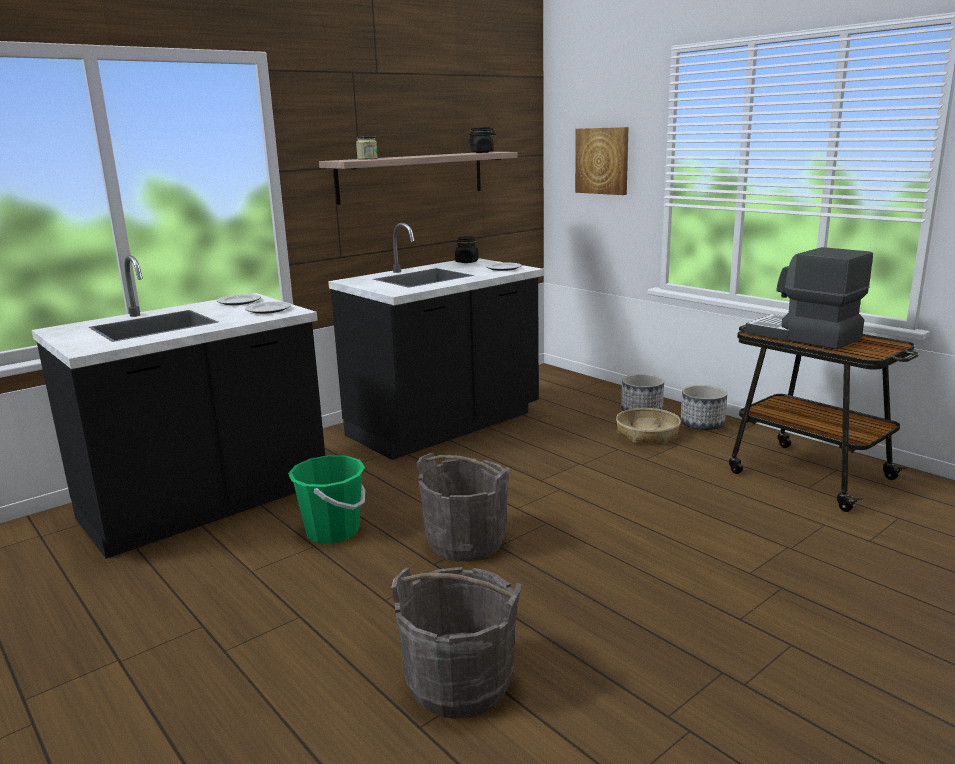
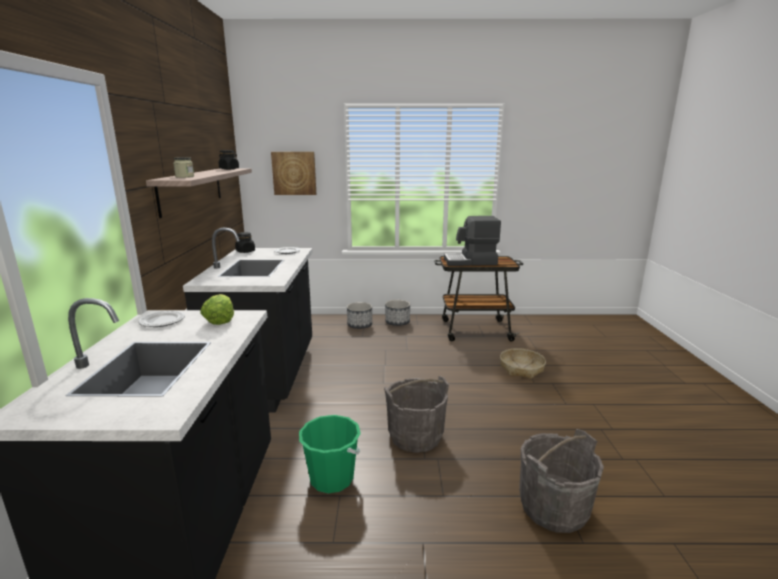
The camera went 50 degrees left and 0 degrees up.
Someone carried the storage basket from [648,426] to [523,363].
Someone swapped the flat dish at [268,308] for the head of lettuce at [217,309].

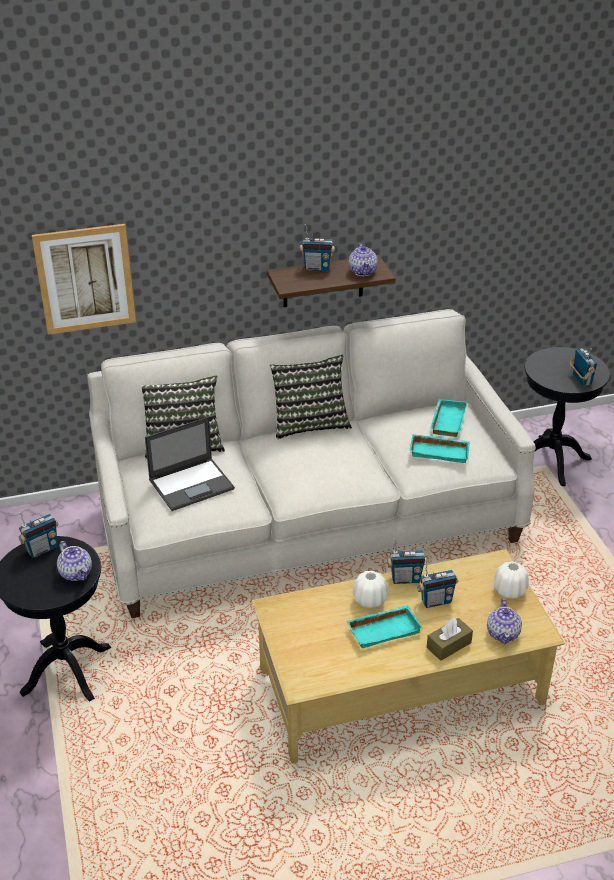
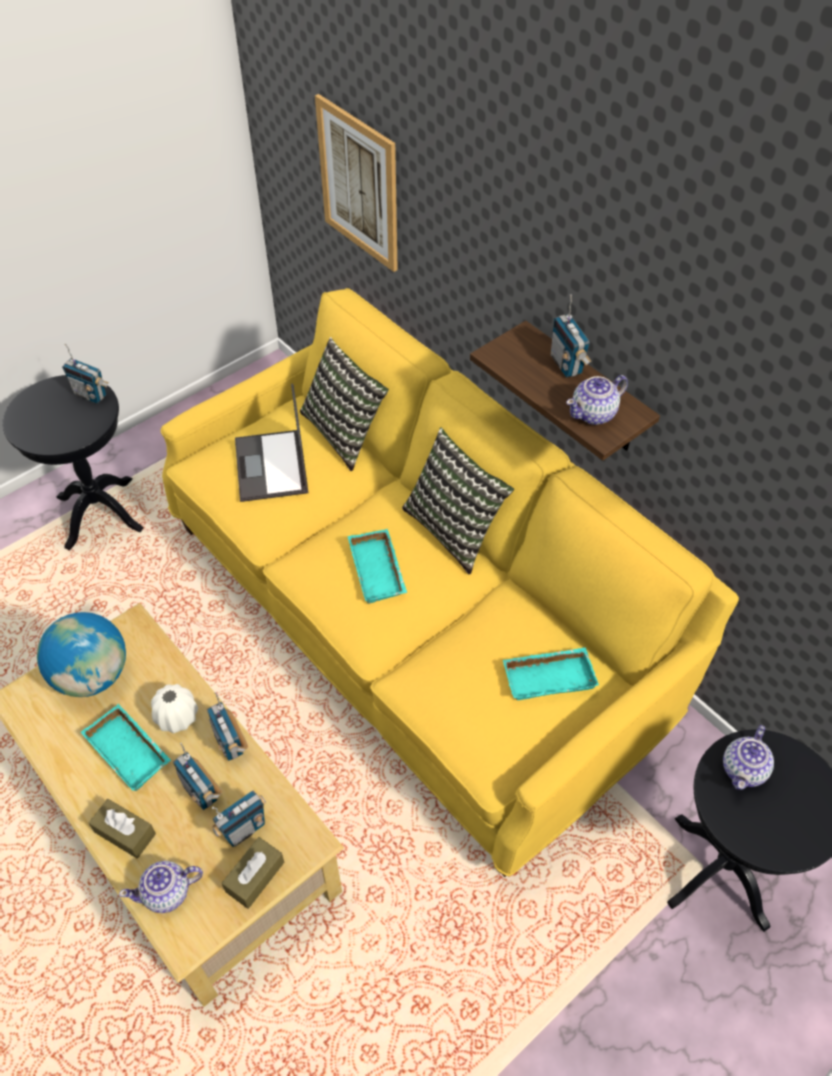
The camera went 65 degrees right and 15 degrees up.
Someone put down the world globe at [81,654].
Someone carried the pot for tea from [74,561] to [748,757].
Someone carried the carrying tray (turquoise) from [440,448] to [377,566].
Someone carried the radio receiver from [583,367] to [239,818].
Someone swapped the flower vase (whitish) at [511,580] for the box of tissues (brownish) at [253,873].
Someone repainted the couch (whitish) at [311,463], which became the couch (yellowish) at [450,582].
Someone rotated the notebook computer at [190,464] by 45 degrees clockwise.

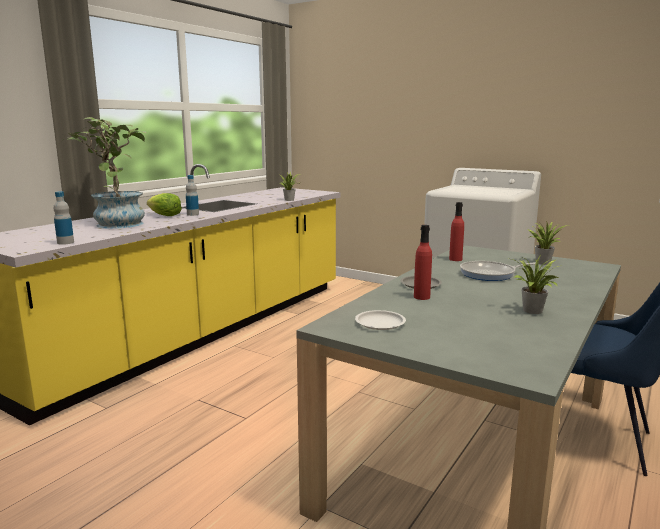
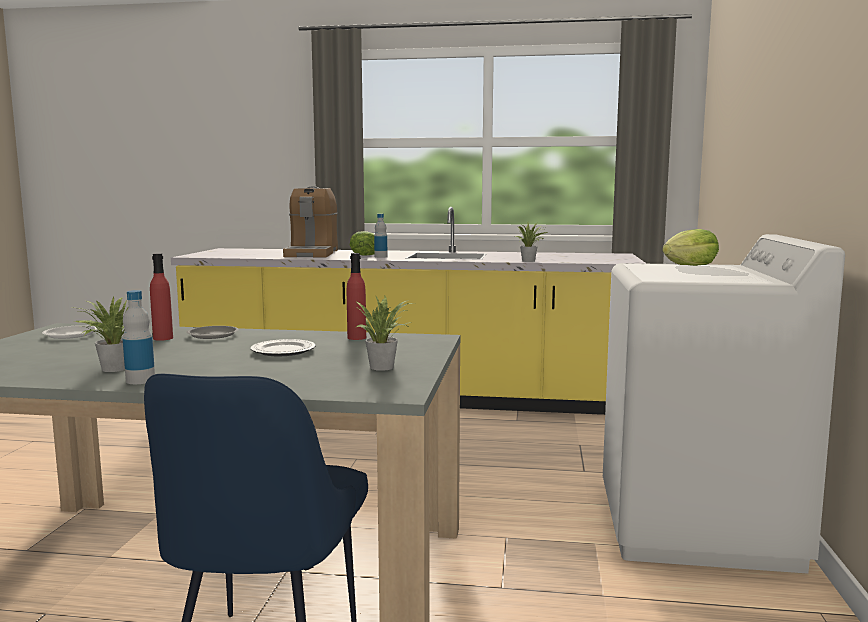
The camera went 65 degrees right and 5 degrees down.
Someone put down the head of lettuce at [690,247].
Someone carried the bottle from [63,218] to [138,337].
Someone swapped the potted plant at [103,173] for the coffee brewer at [310,222].
Someone swapped the frying pan at [497,271] for the flat dish at [283,347].

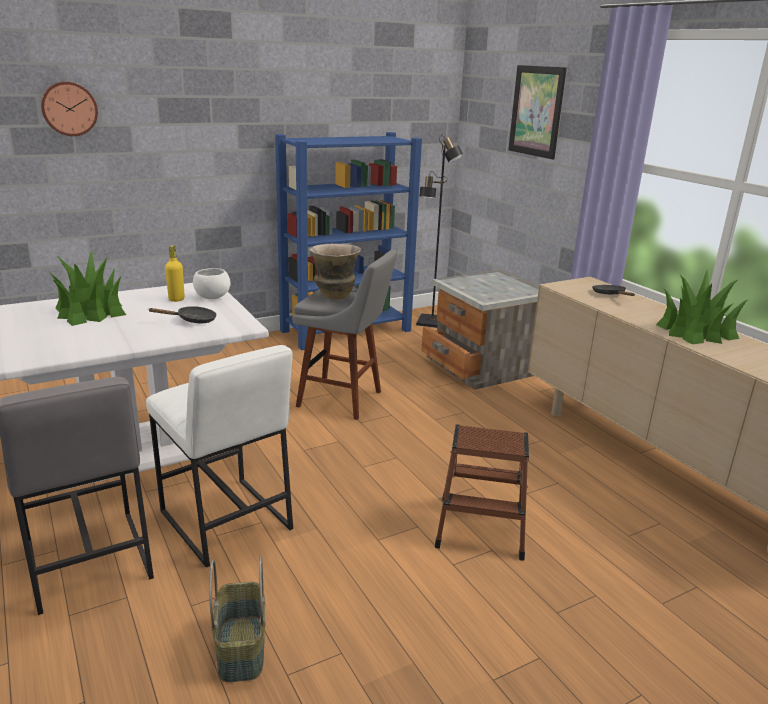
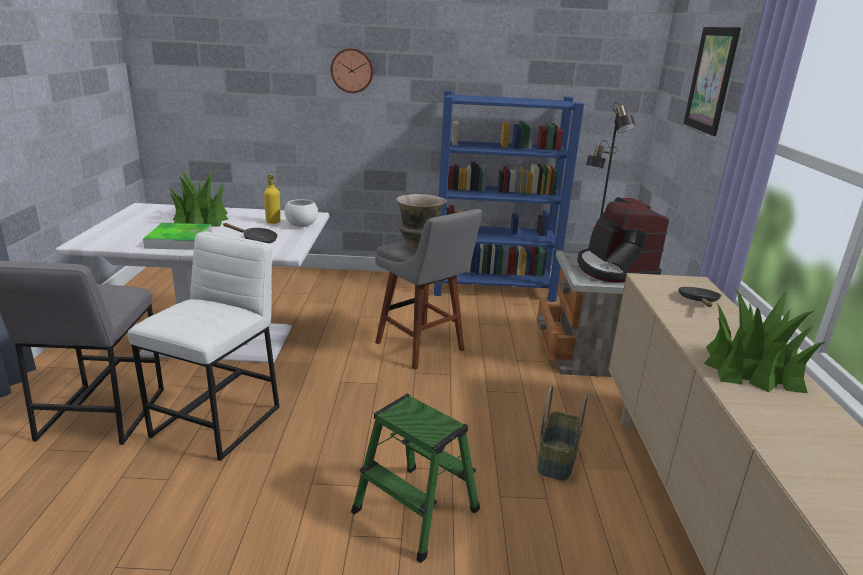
The camera went 30 degrees right and 0 degrees up.
Someone put down the carrying tray at [177,236].
Someone put down the coffee brewer at [623,240].
Someone carried the wall clock from [69,108] to [352,70].
Someone carried the storage basket from [237,619] to [562,433].
Someone repainted the step ladder (brownish) at [482,492], which became the step ladder (green) at [415,478].
Someone rotated the upright chair (whitish) at [219,456] by 150 degrees counterclockwise.

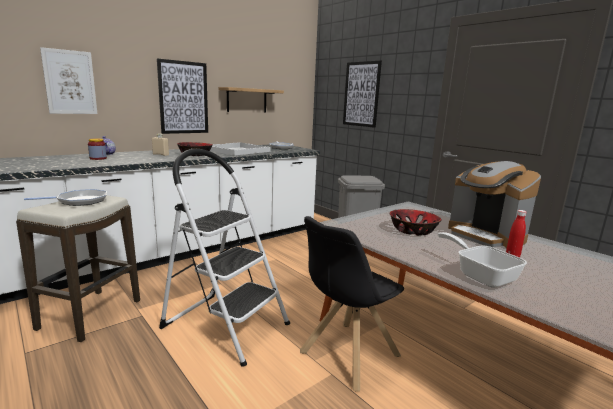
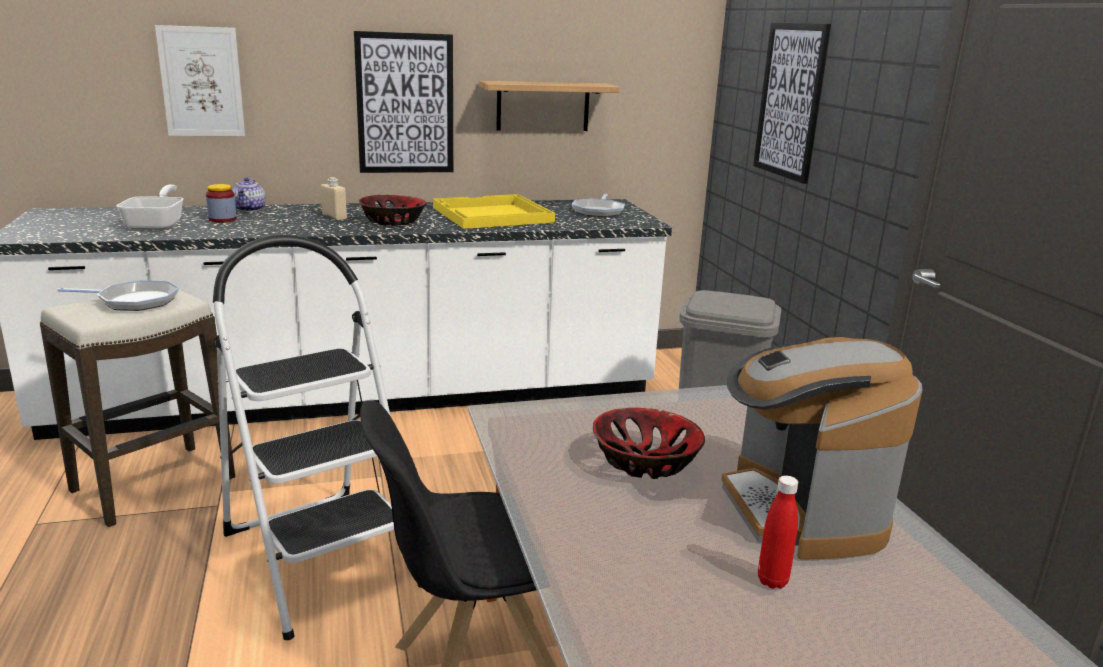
The camera went 25 degrees right and 5 degrees up.
Someone carried the frying pan from [482,259] to [149,207].
Someone repainted the carrying tray (whitish) at [240,149], which became the carrying tray (yellowish) at [494,211].

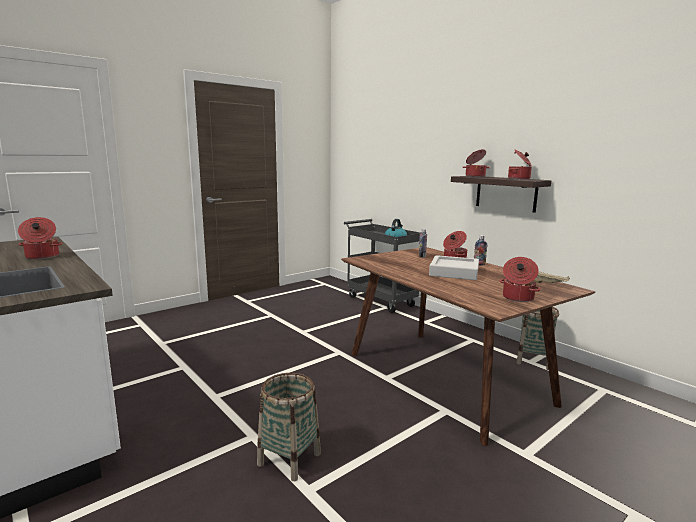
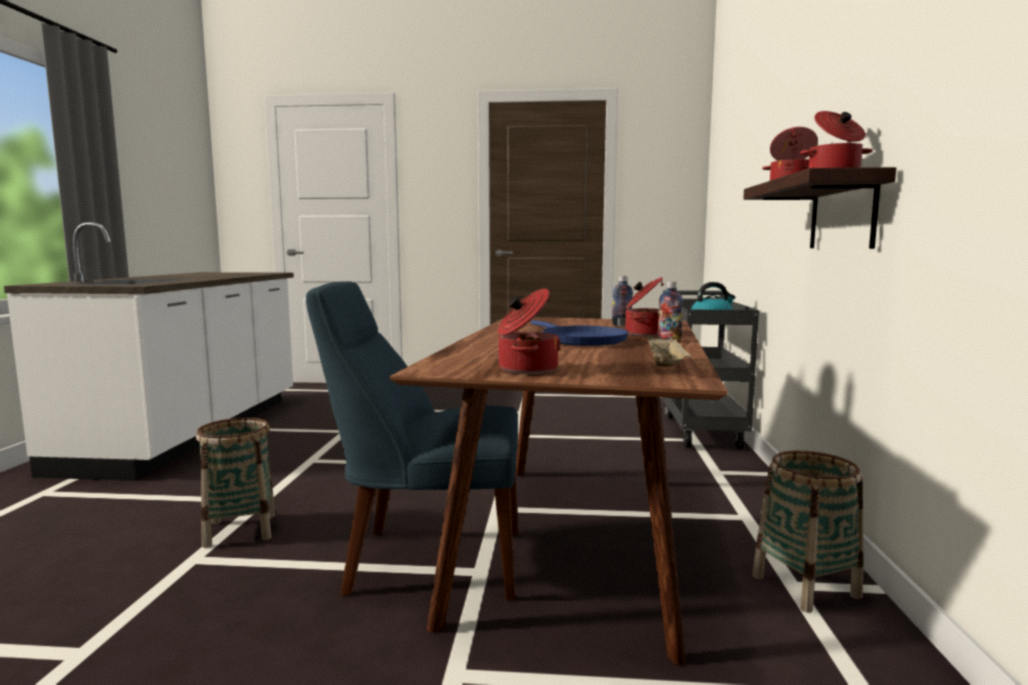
The camera went 45 degrees right and 5 degrees down.
Someone took away the cooking pot at [40,238].
Someone put down the upright chair (blue) at [412,440].
Someone swapped the carrying tray (gray) at [454,267] for the frying pan (blue) at [580,333].

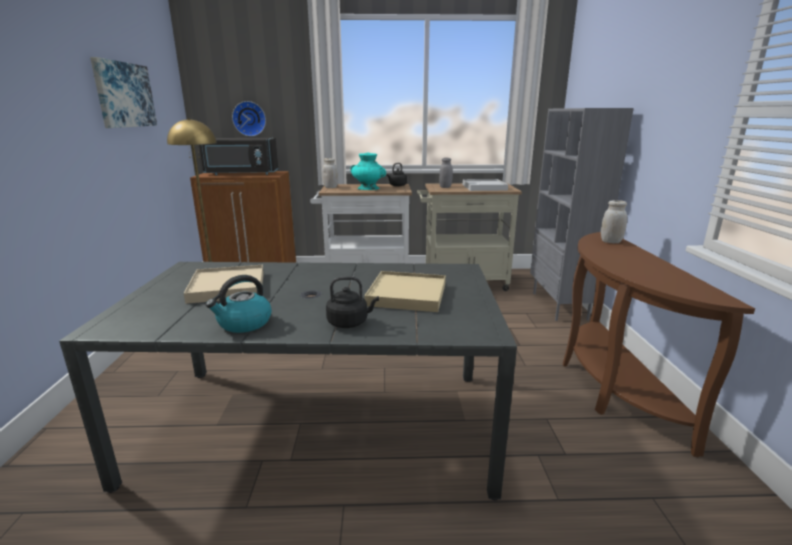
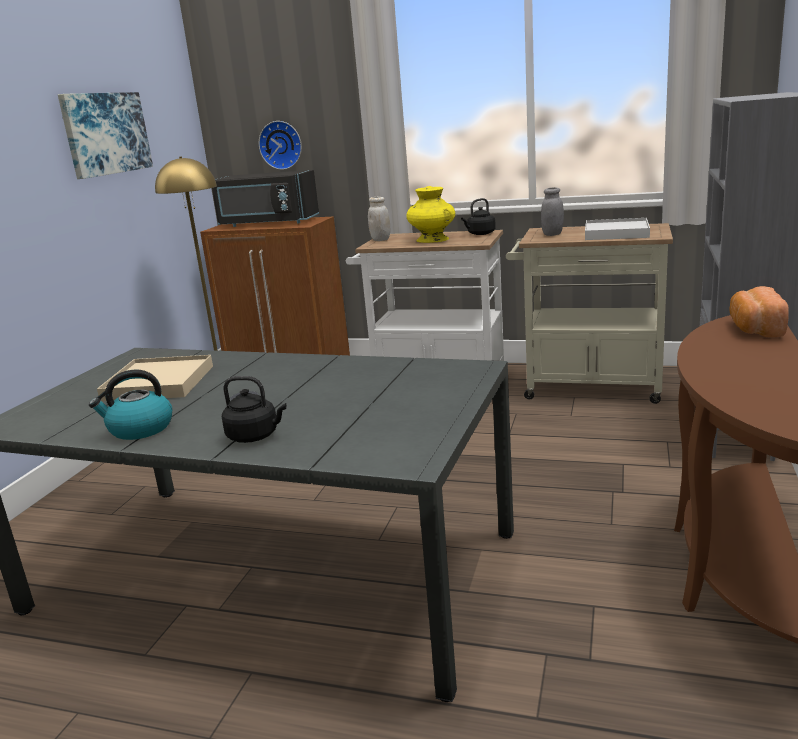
The camera went 20 degrees right and 0 degrees up.
Someone took away the carrying tray (beige-coloured) at [405,291].
Someone swapped the preserve jar (whitish) at [614,221] for the bread at [759,312].
Someone repainted the flower vase (turquoise) at [368,171], which became the flower vase (yellowish) at [430,214].

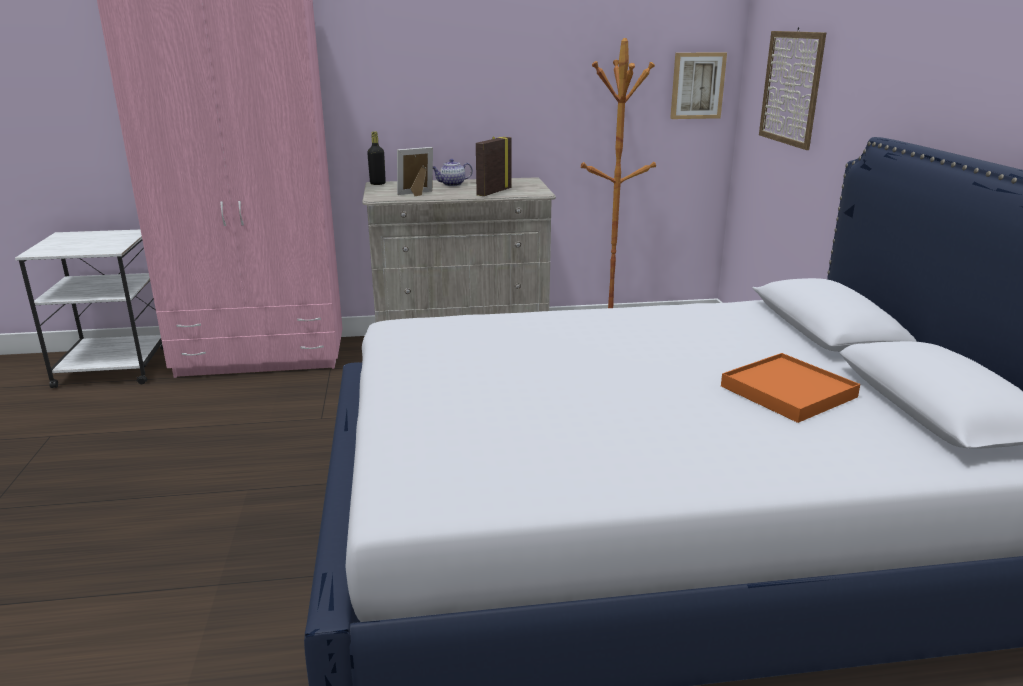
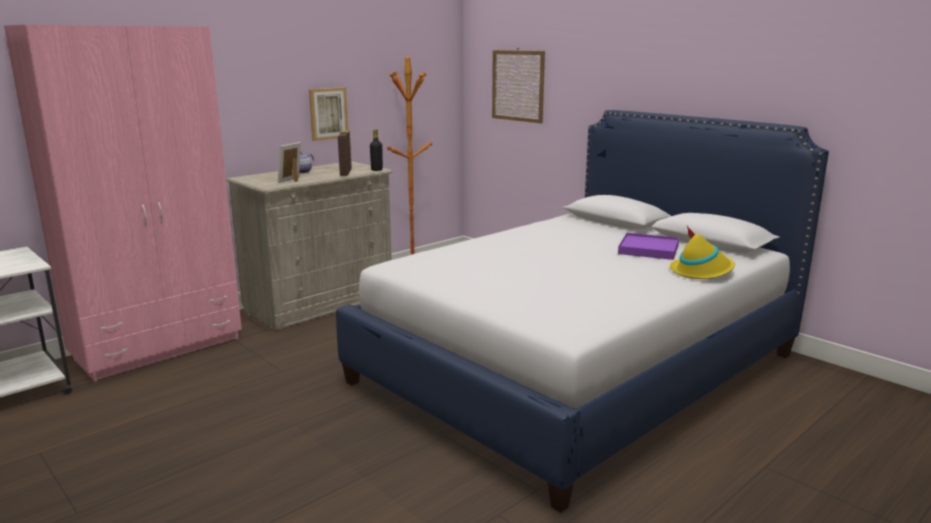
The camera went 35 degrees left and 5 degrees down.
Someone put down the clothing hat (yellowish) at [702,252].
Someone carried the bottle (black) from [376,158] to [376,150].
Someone carried the wall picture from [698,85] to [328,114].
Someone repainted the carrying tray (orangey) at [790,388], which became the carrying tray (purple) at [648,246].

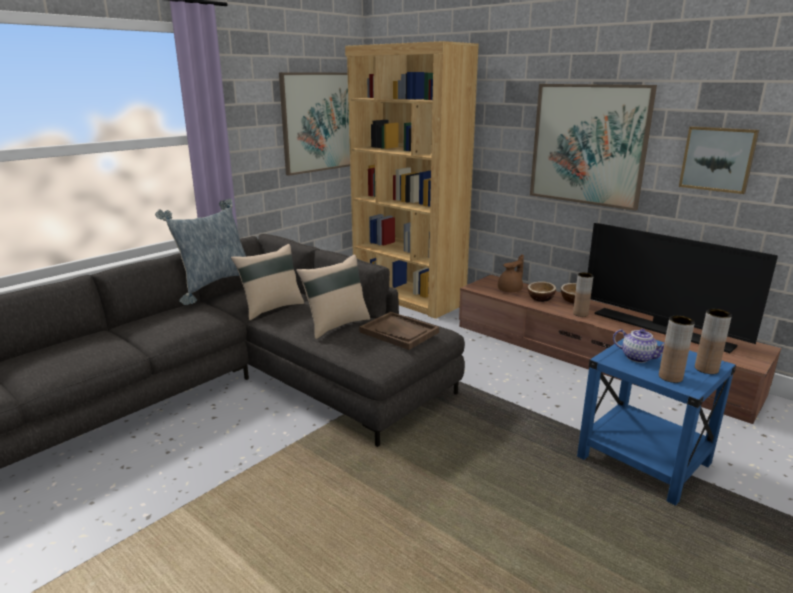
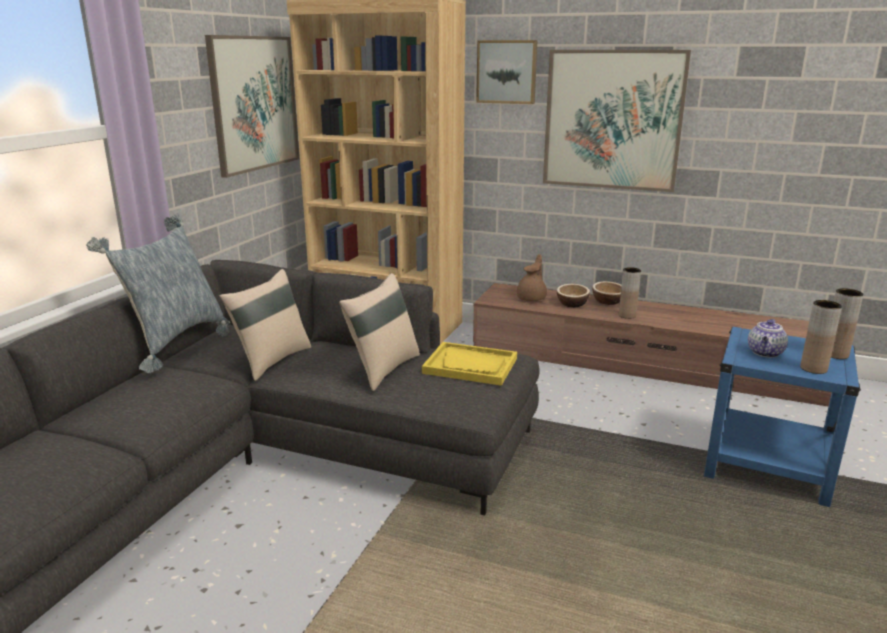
The camera went 20 degrees left and 0 degrees up.
Someone took away the TV at [683,288].
Someone carried the wall picture from [719,160] to [507,72].
Someone repainted the carrying tray (brownish) at [399,331], which became the carrying tray (yellowish) at [469,364].
Someone rotated the pot for tea at [639,346] by 105 degrees clockwise.

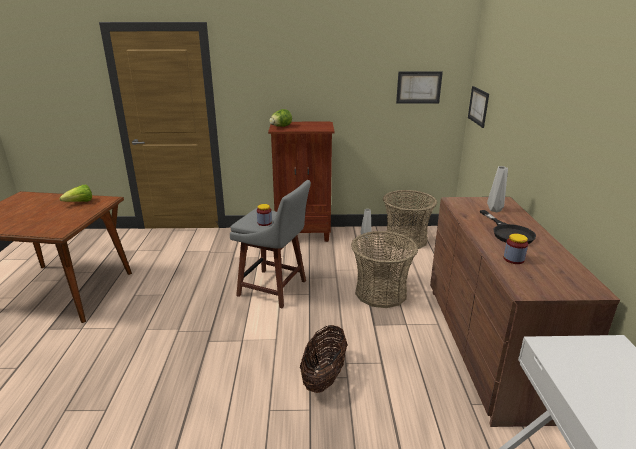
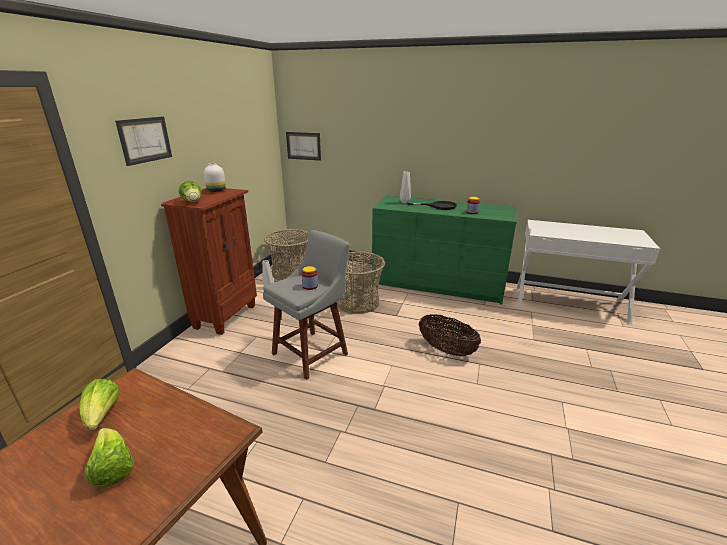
The camera went 70 degrees left and 0 degrees up.
Someone put down the head of lettuce at [109,457].
Someone put down the flower vase (whitish) at [215,177].
Someone carried the wall picture from [419,87] to [143,141].
Someone repainted the drawer chest (brownish) at [525,312], which became the drawer chest (green) at [444,250].

